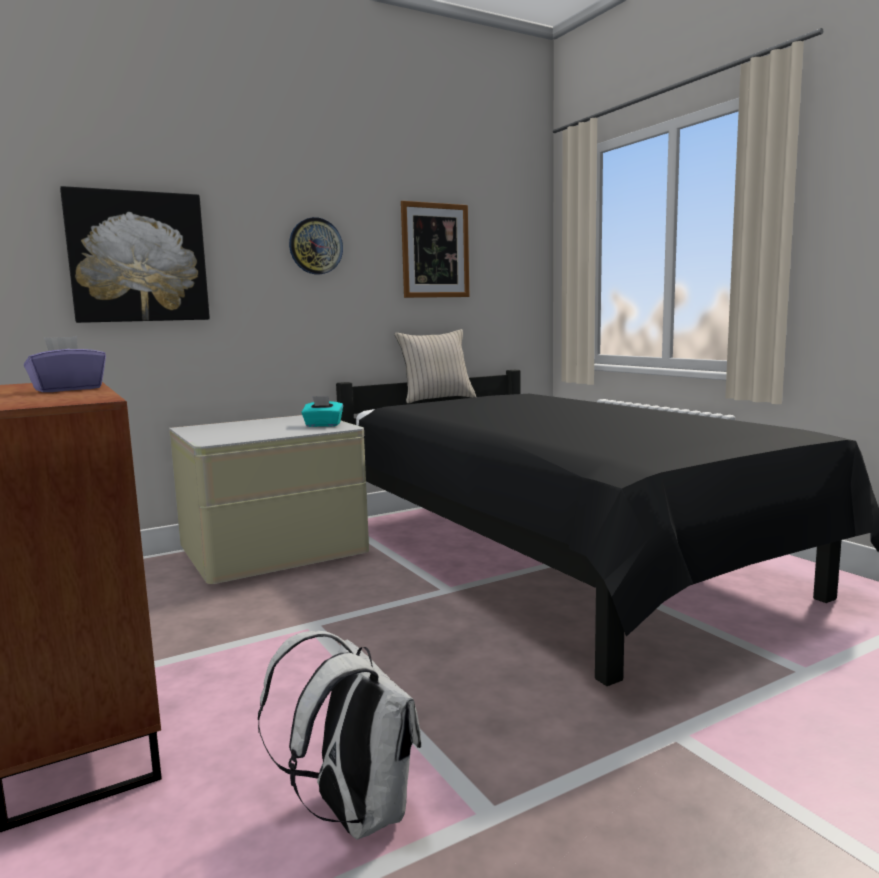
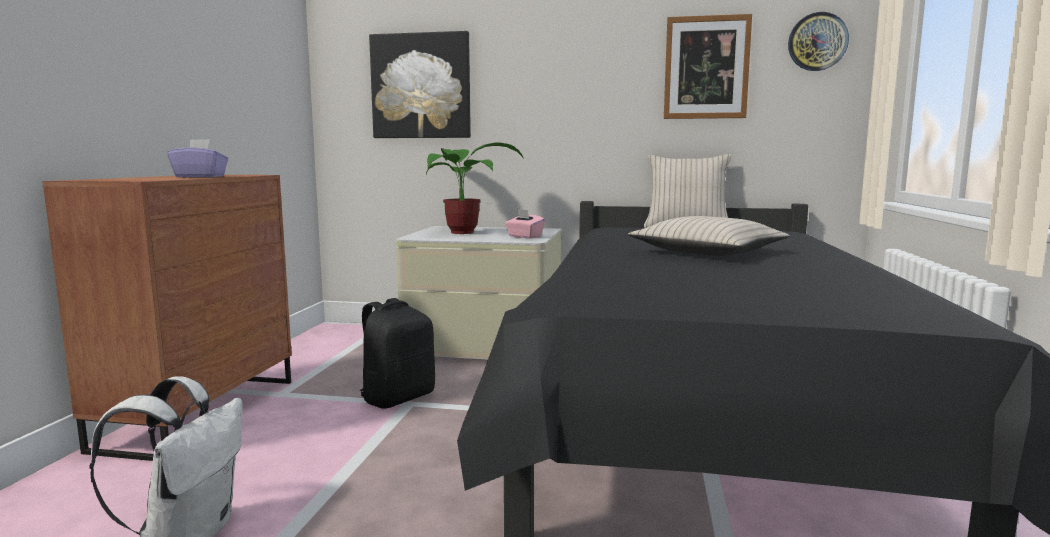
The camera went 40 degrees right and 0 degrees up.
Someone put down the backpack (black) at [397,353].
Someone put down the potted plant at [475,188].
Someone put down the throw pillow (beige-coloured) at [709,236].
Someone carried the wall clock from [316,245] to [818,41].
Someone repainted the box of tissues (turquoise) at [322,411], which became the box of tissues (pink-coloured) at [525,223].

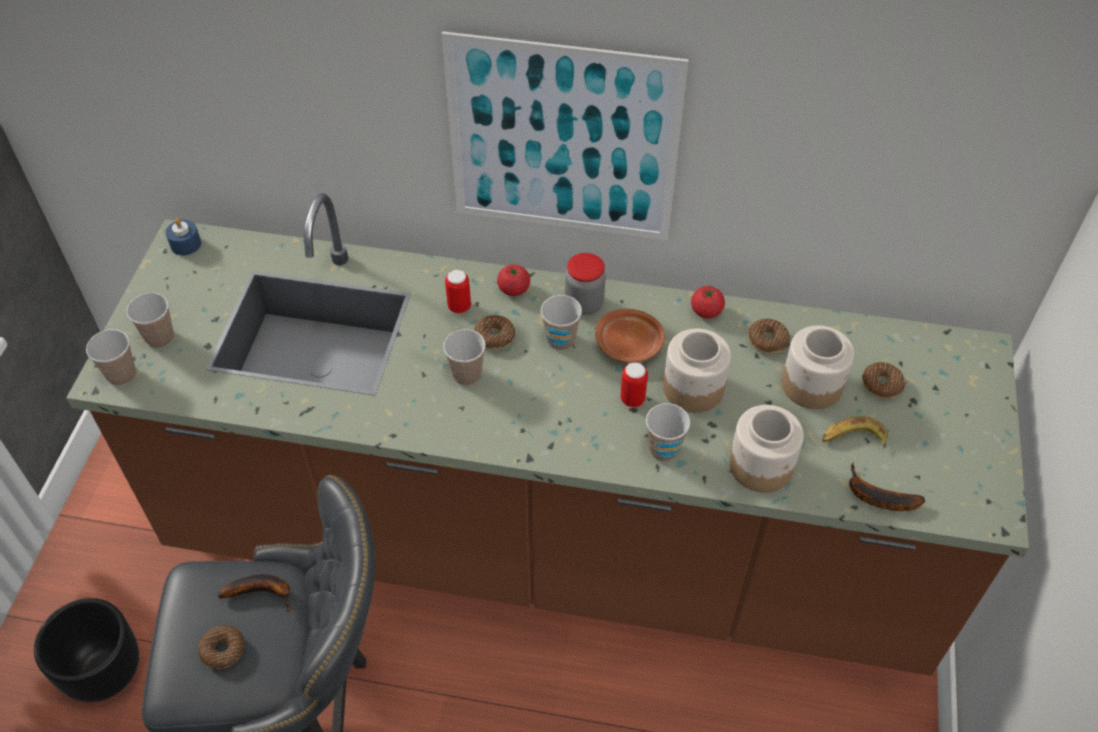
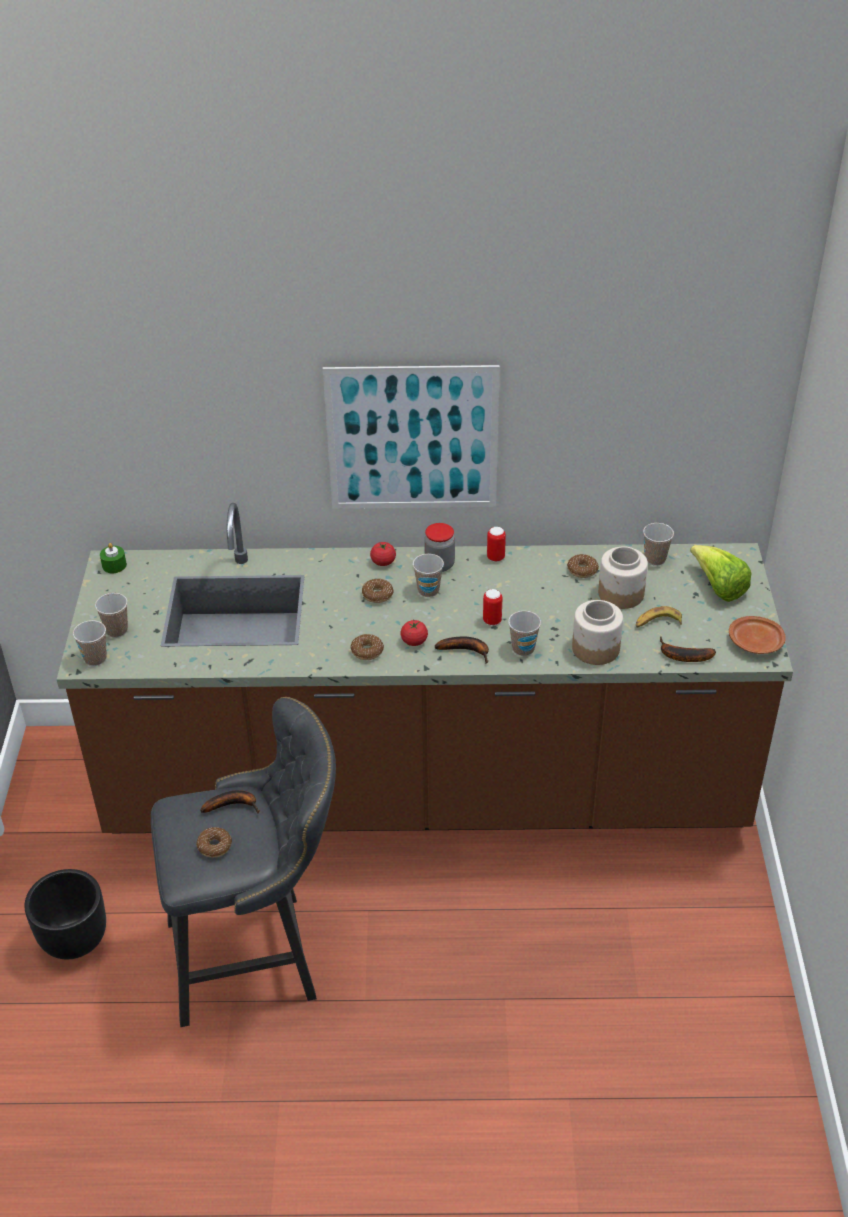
The camera went 10 degrees left and 10 degrees down.
Someone took away the preserve jar at [697,371].
Someone put down the whole banana at [462,650].
Someone put down the head of lettuce at [721,573].
Someone carried the cup from [464,357] to [658,544].
Someone carried the can from [458,291] to [496,544].
Someone carried the flat dish (brownish) from [630,336] to [757,635].
Someone carried the fresh tomato from [708,302] to [414,633].
Someone carried the donut from [884,380] to [367,647].
Someone repainted the wax candle (blue) at [183,236], which became the wax candle (green) at [113,558].

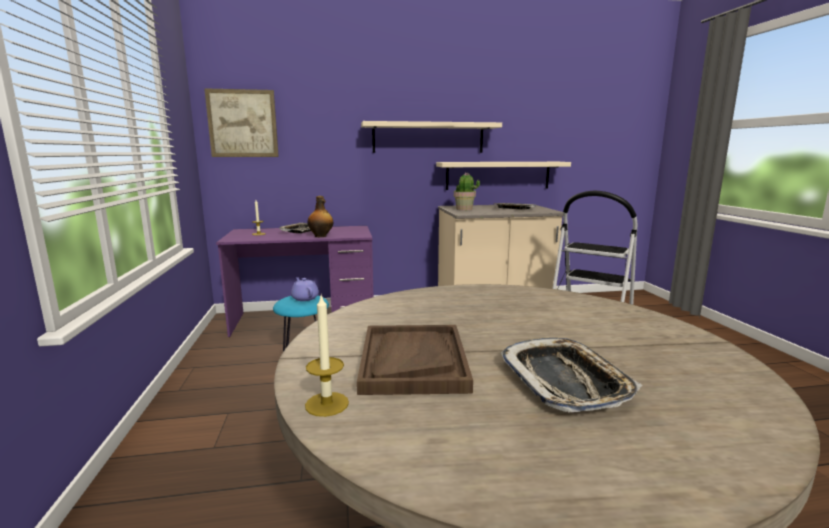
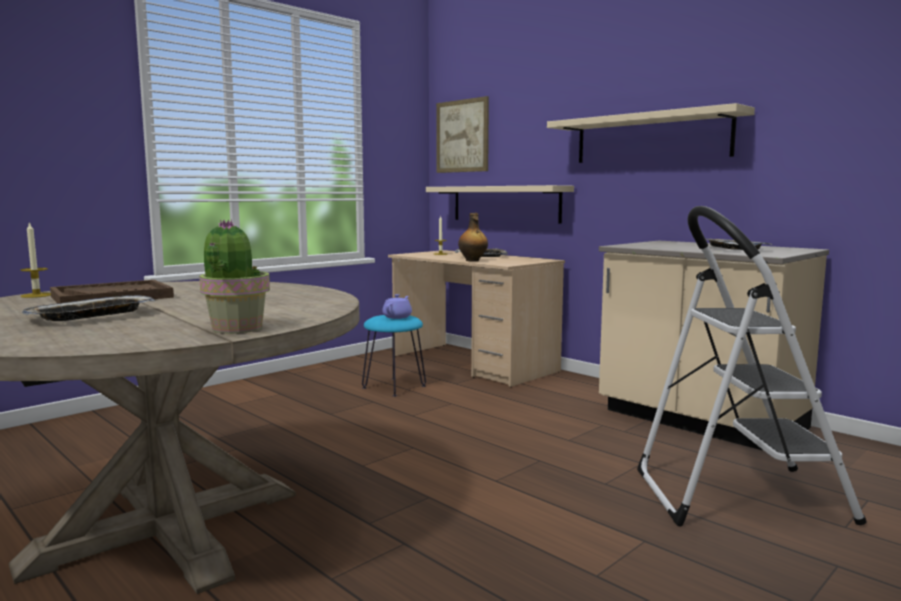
The camera went 55 degrees right and 5 degrees down.
Someone carried the shelf (beige-coloured) from [503,176] to [500,204].
Someone carried the potted plant from [467,191] to [234,277].
Someone repainted the desk (purple) at [294,281], which became the desk (beige-coloured) at [476,318].

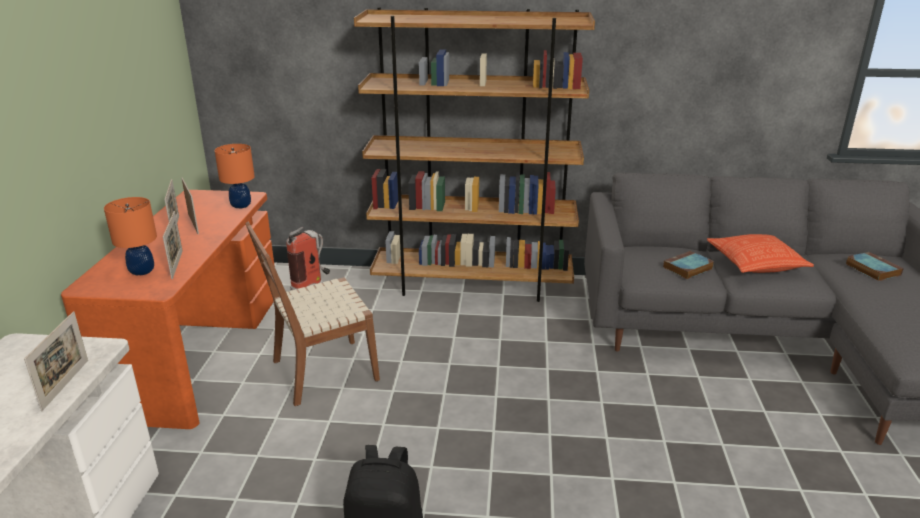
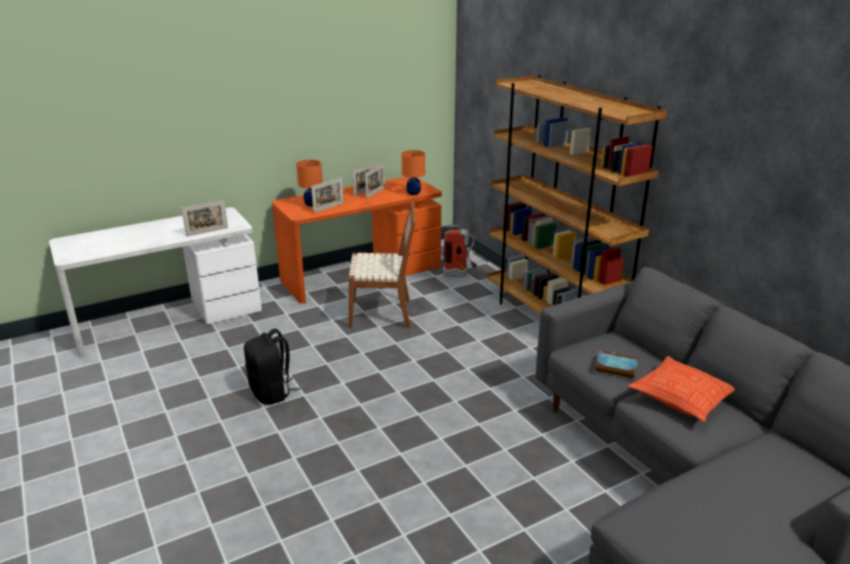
The camera went 55 degrees right and 0 degrees up.
Someone took away the volume at [875,266].
Someone rotated the upright chair at [312,313] by 150 degrees clockwise.

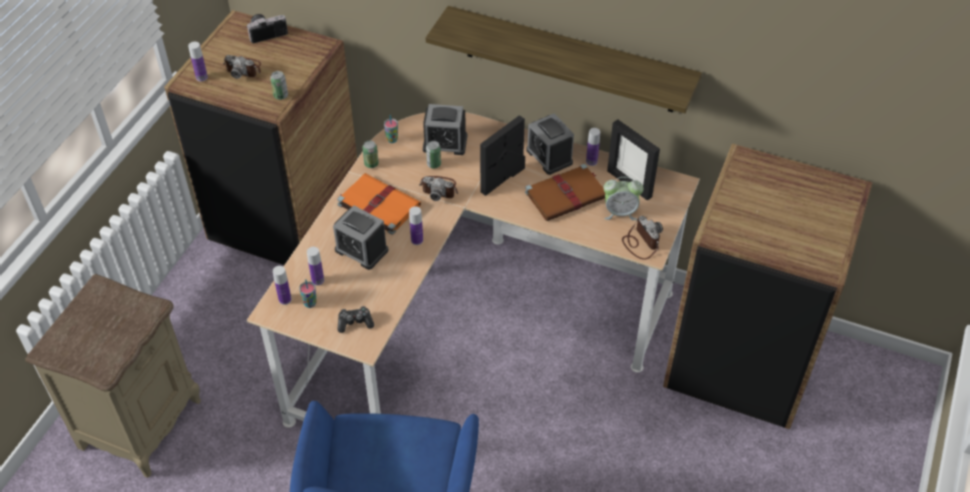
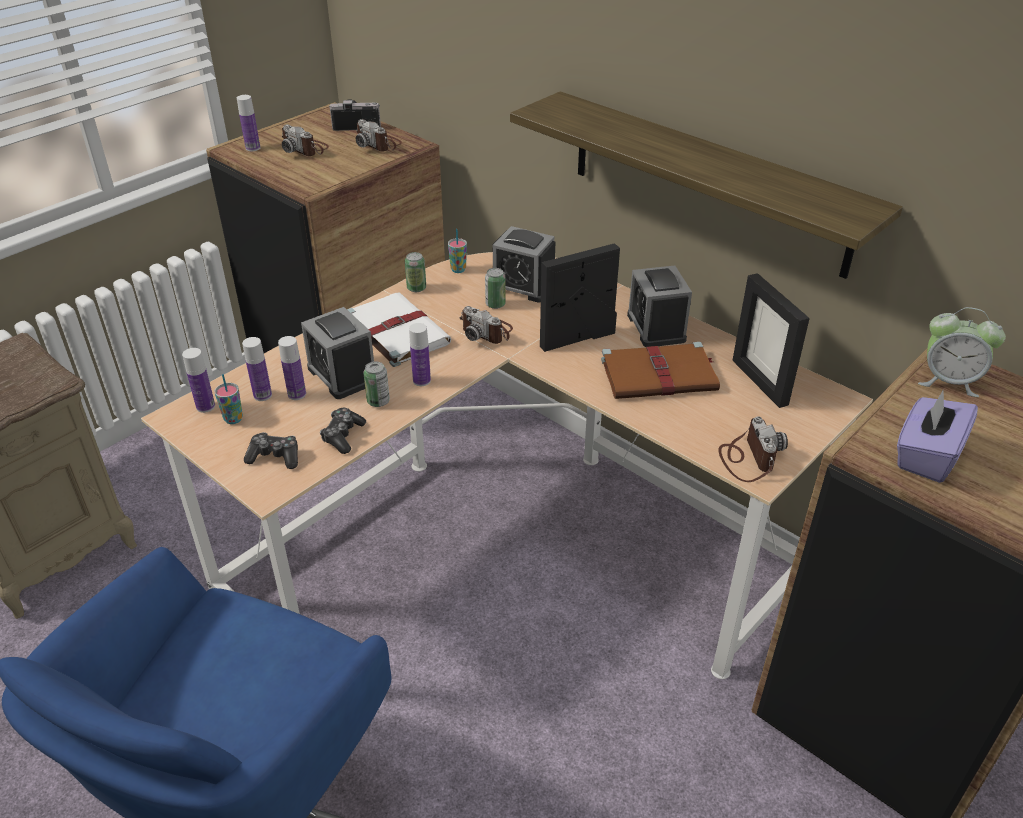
The camera went 20 degrees right and 10 degrees down.
Someone put down the gamepad at [343,431].
Someone put down the still camera at [379,135].
Someone put down the box of tissues (purple) at [937,437].
Someone carried the can from [279,85] to [376,384].
Someone carried the bottle from [593,147] to [292,368].
Someone carried the bedside clock from [623,198] to [962,352].
Someone repainted the volume (orangey) at [379,204], which became the volume (whitish) at [399,330].

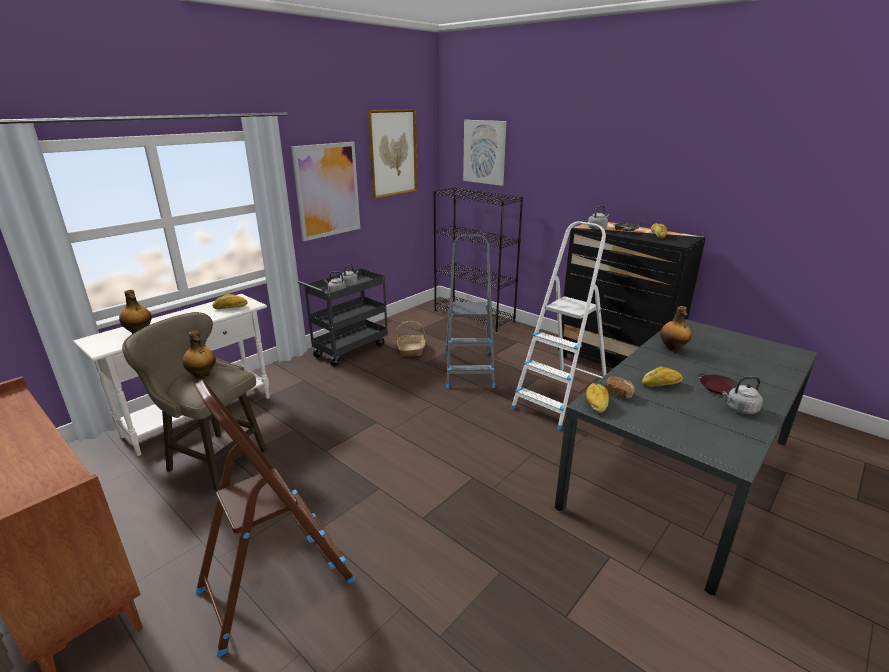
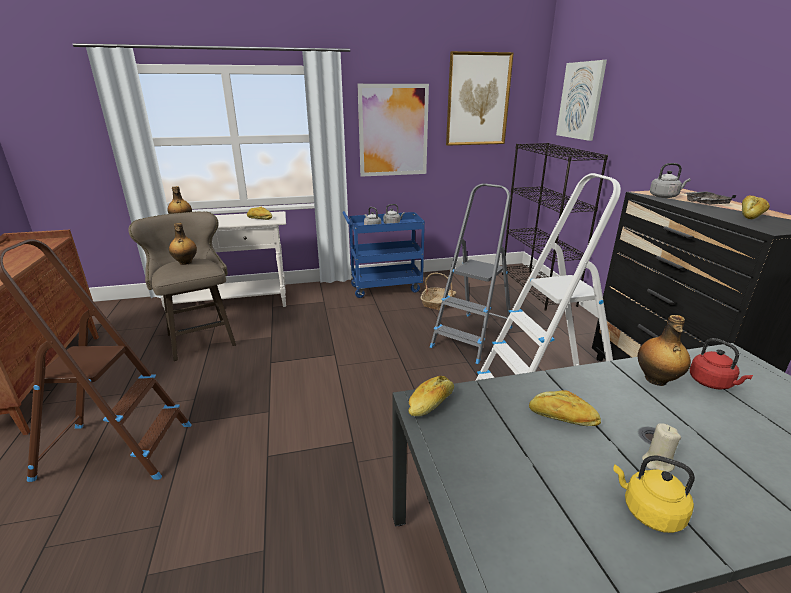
The camera went 35 degrees right and 0 degrees up.
Someone took away the bread at [619,387].
Someone put down the tea kettle (red) at [721,364].
Someone swapped the flat dish (brownish) at [720,385] for the wax candle (beige-coloured) at [661,447].
Someone repainted the trolley (gray) at [343,317], which became the trolley (blue) at [383,254].
Someone repainted the tea kettle (gray) at [742,395], which became the tea kettle (yellowish) at [654,494].

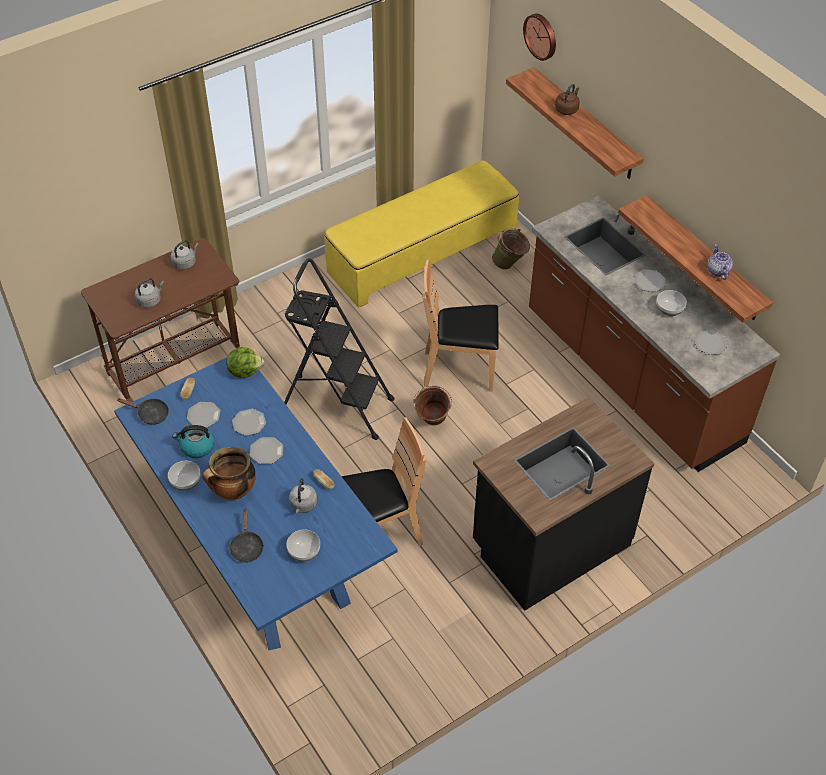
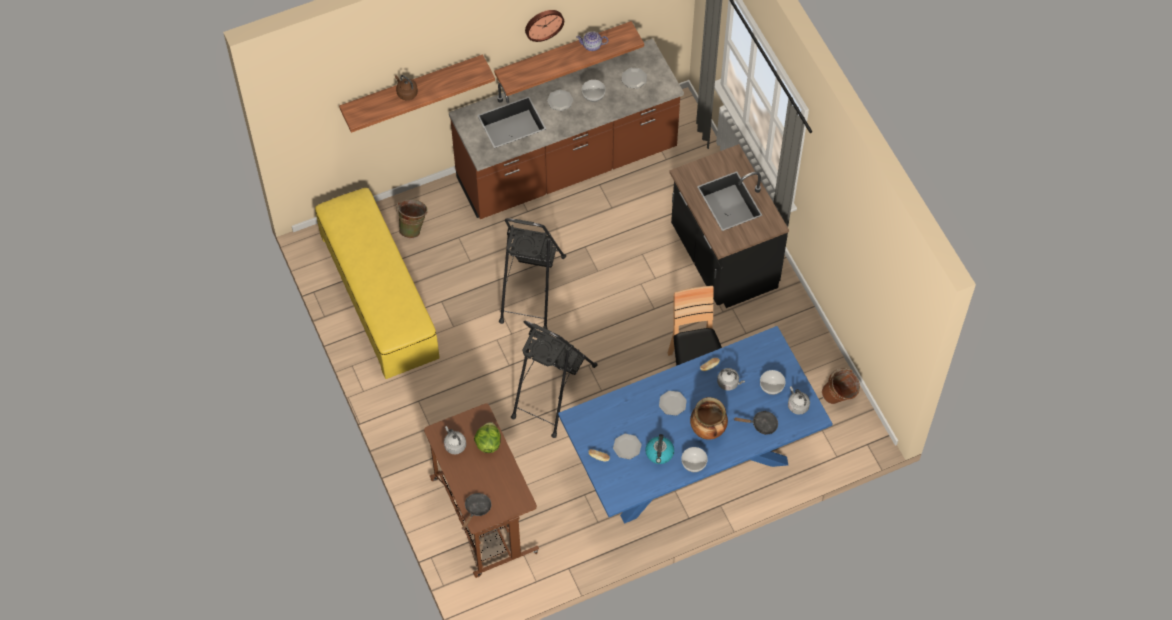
The camera went 80 degrees left and 10 degrees up.
Someone took away the flat dish at [249,422].
Someone carried the frying pan (black) from [143,411] to [476,511].
Someone carried the tea kettle (gray) from [149,293] to [799,400].
Someone carried the head of lettuce from [245,362] to [487,437].
Someone carried the pail (brownish) from [432,406] to [841,386].
Someone carried the wall clock from [539,37] to [544,26].
Someone swapped the upright chair (brownish) at [460,326] for the step ladder at [532,274].

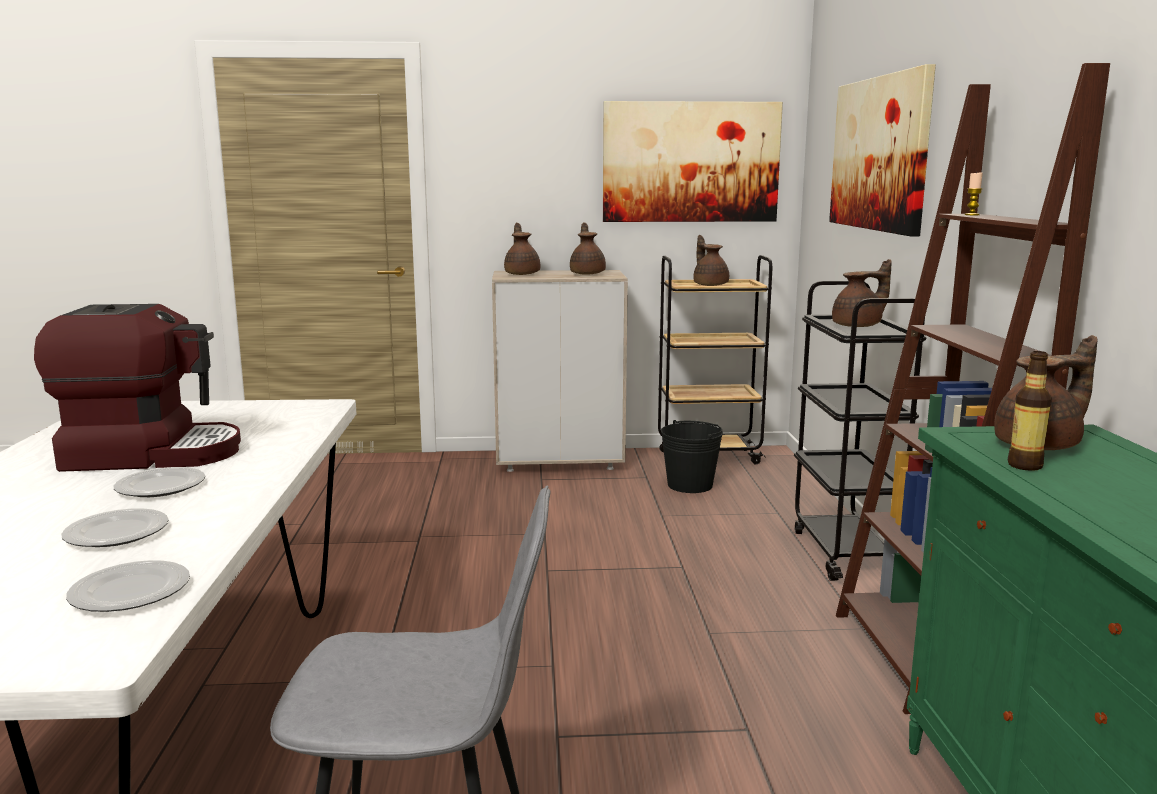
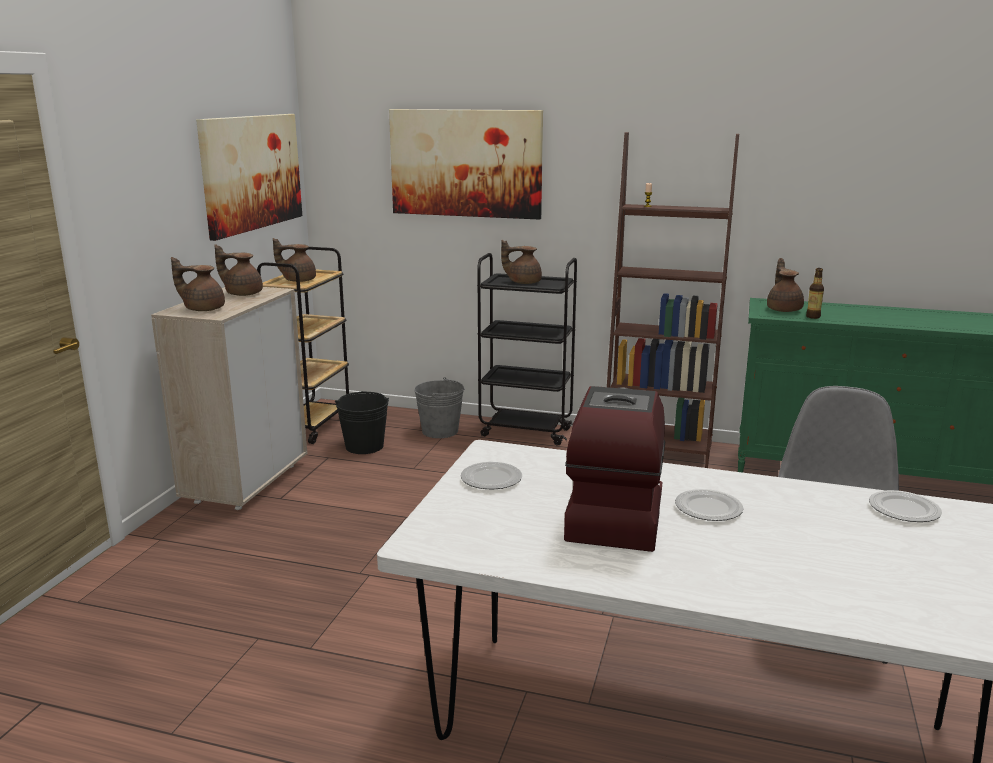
The camera went 70 degrees left and 5 degrees up.
Someone put down the pail (gray) at [439,407].
Someone carried the flat dish from [115,527] to [491,475].
Someone rotated the pot for tea (brownish) at [862,293] by 90 degrees counterclockwise.

